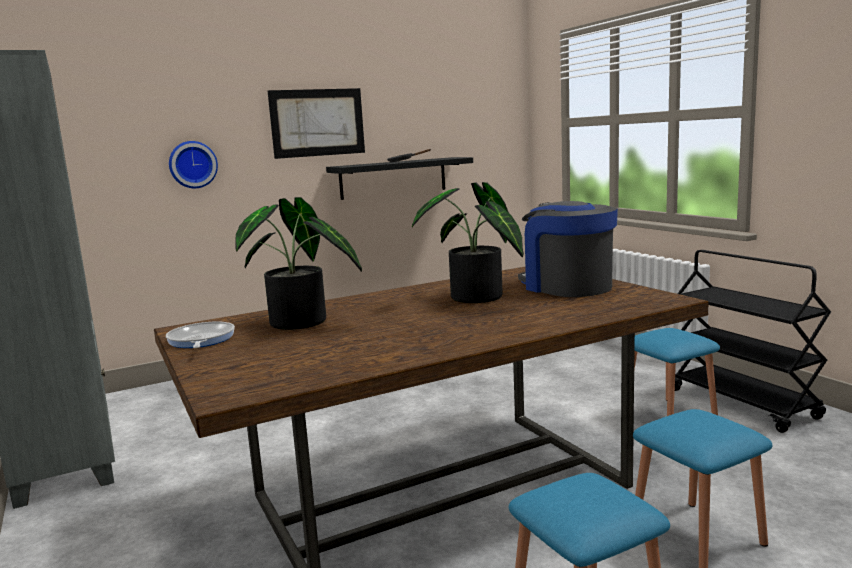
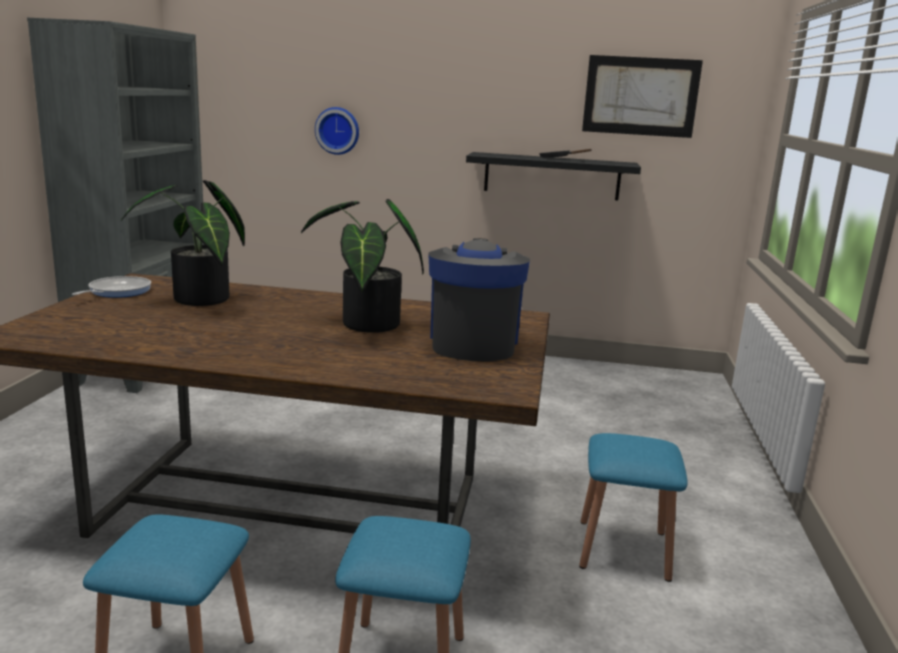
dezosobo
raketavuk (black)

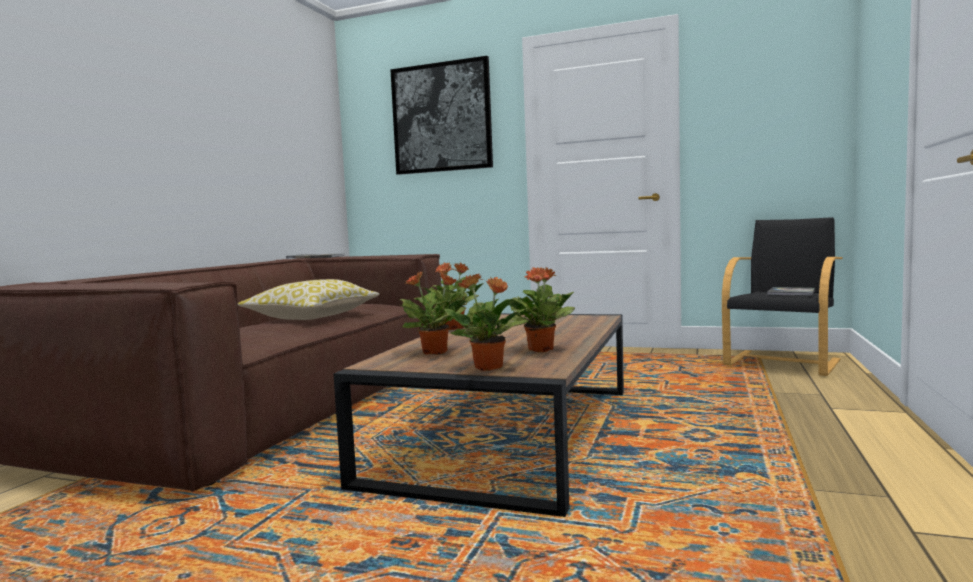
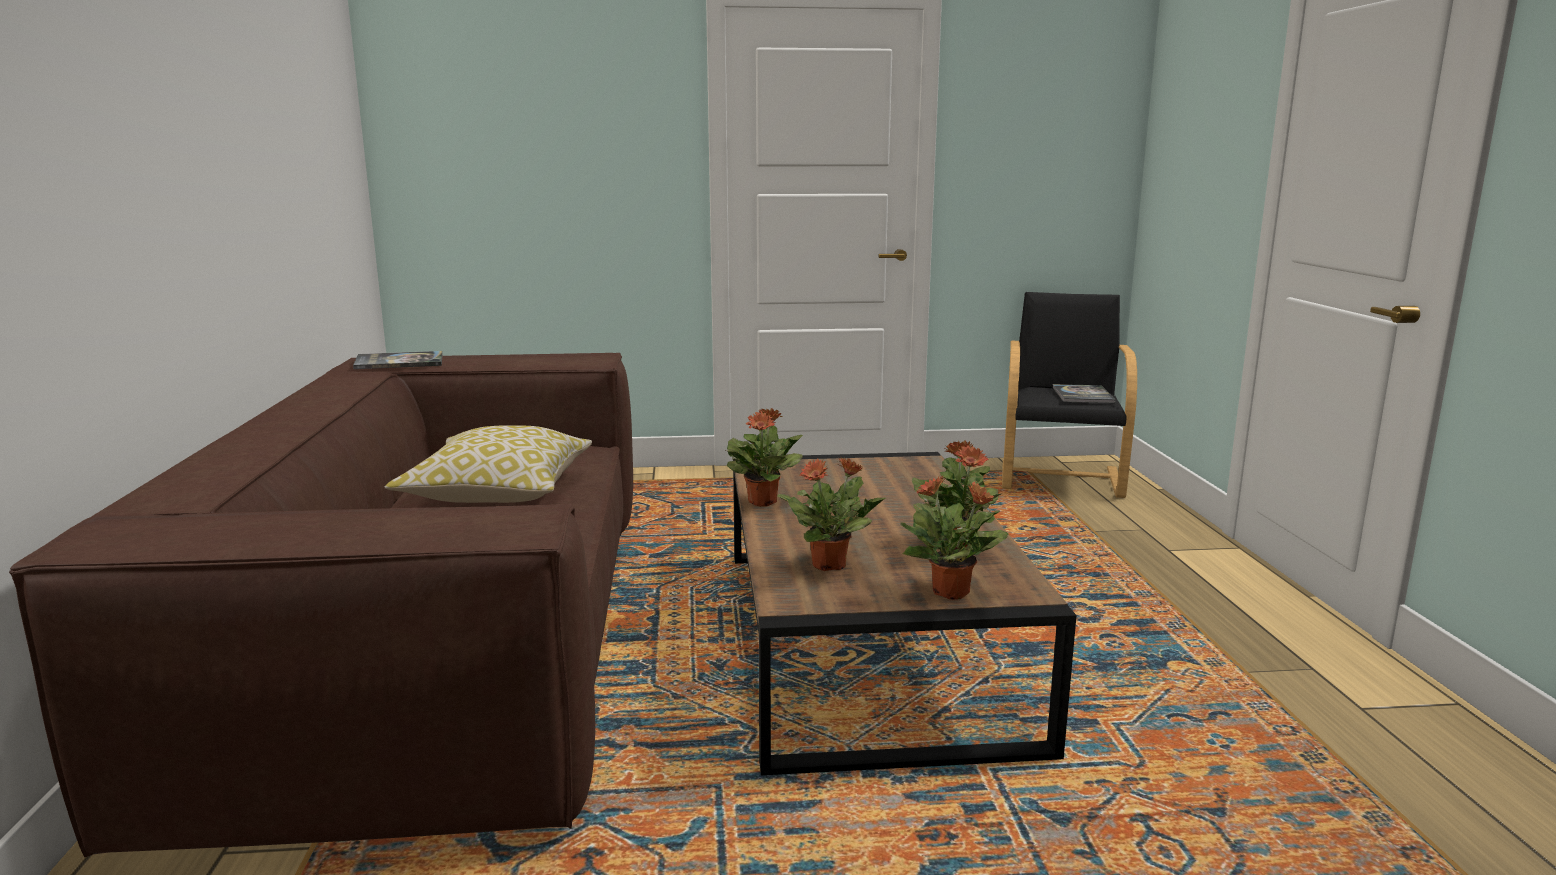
dezosobo

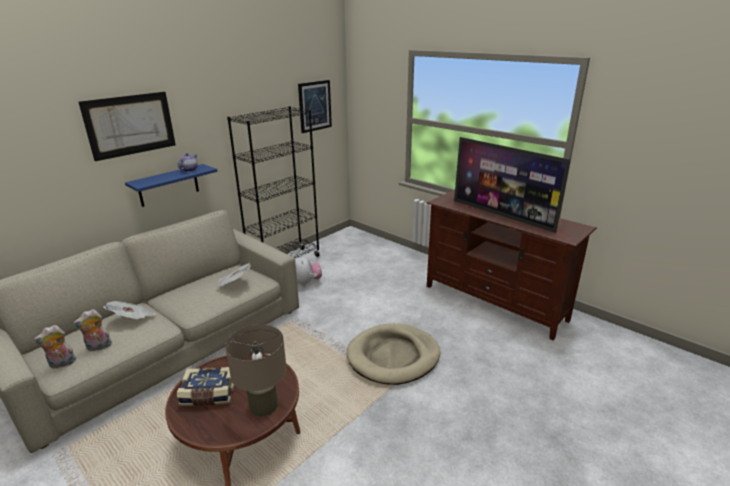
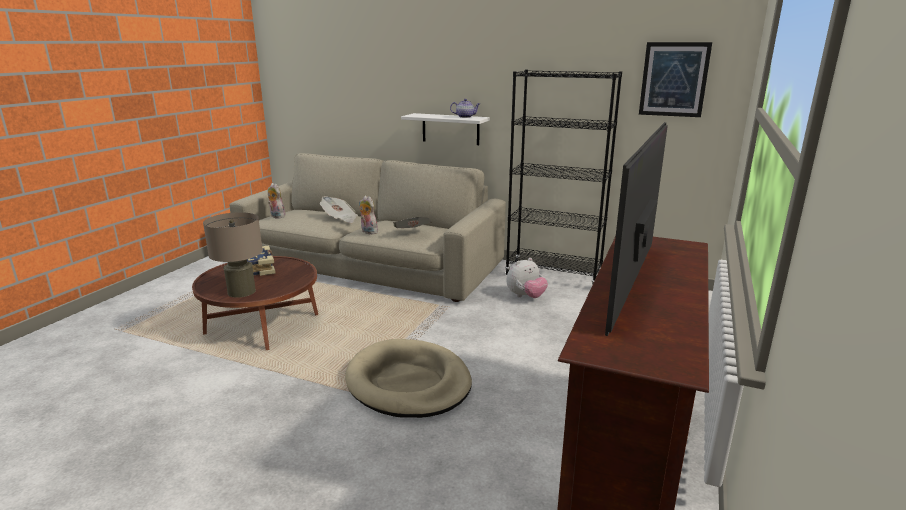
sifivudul (2nd from left)
dezosobo (1st from left in the first image)
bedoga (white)

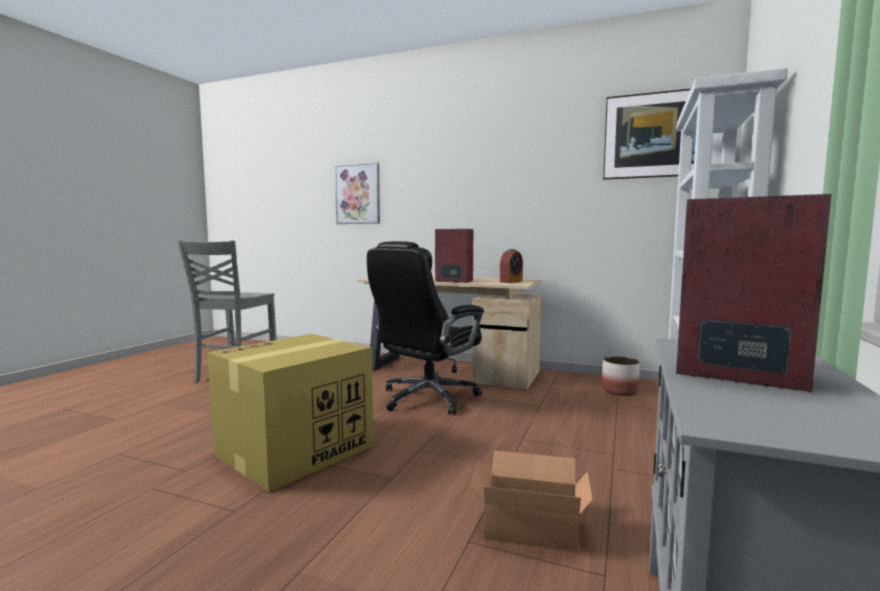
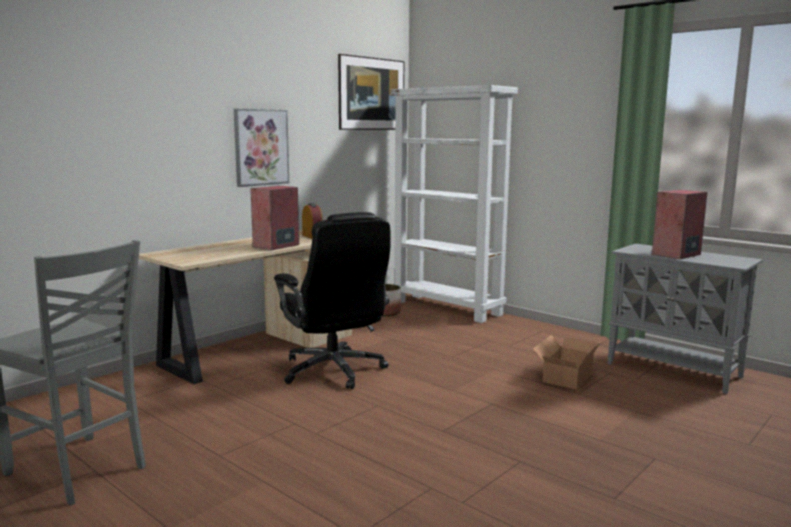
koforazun (1st from left in the first image)
dezosobo (1st from left)

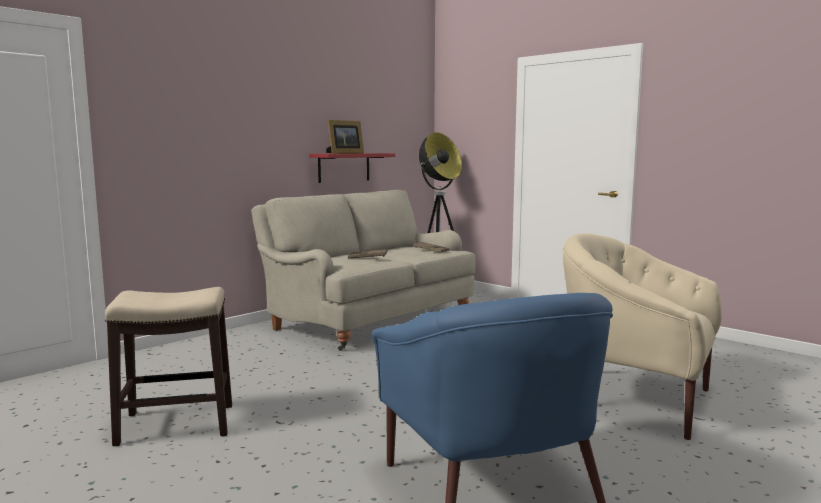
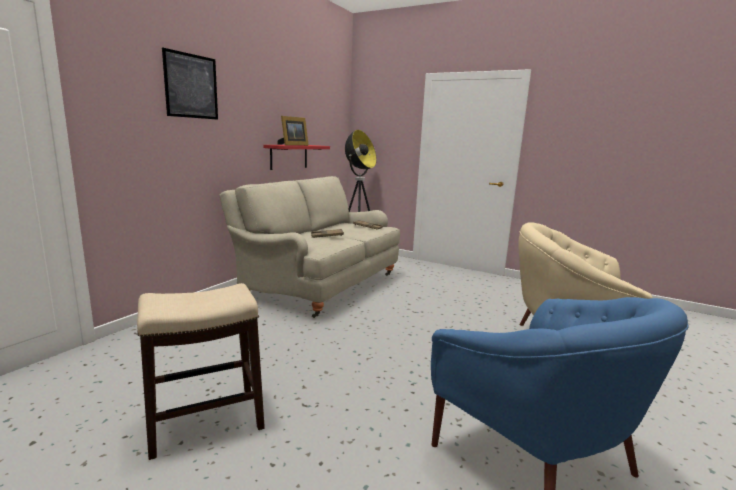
dezosobo

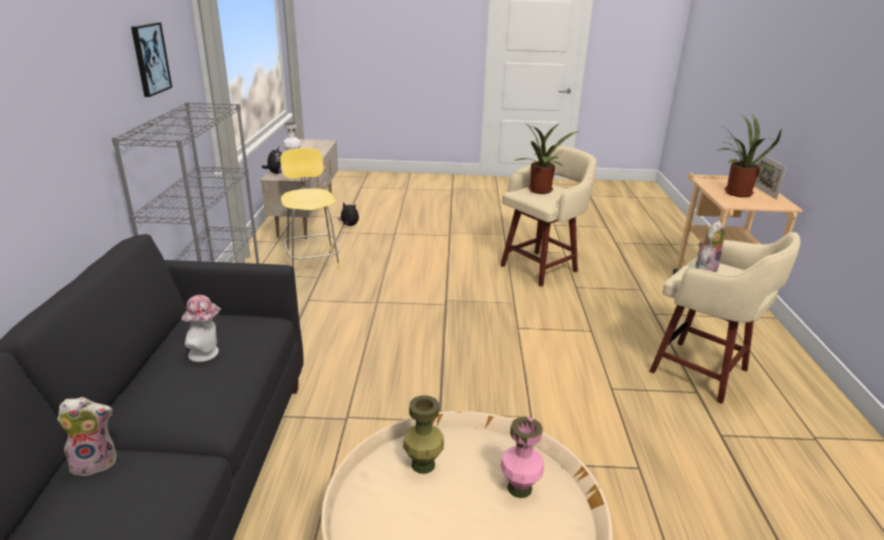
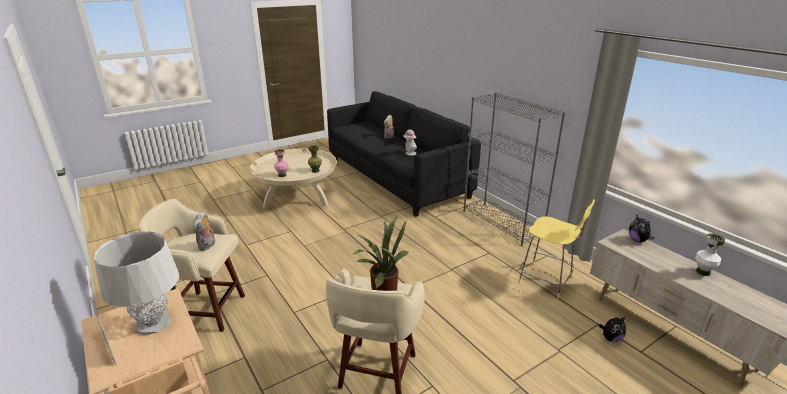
dezosobo
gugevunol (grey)

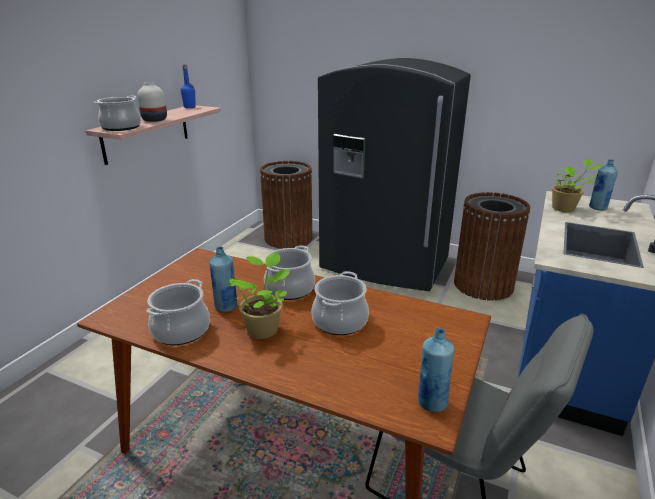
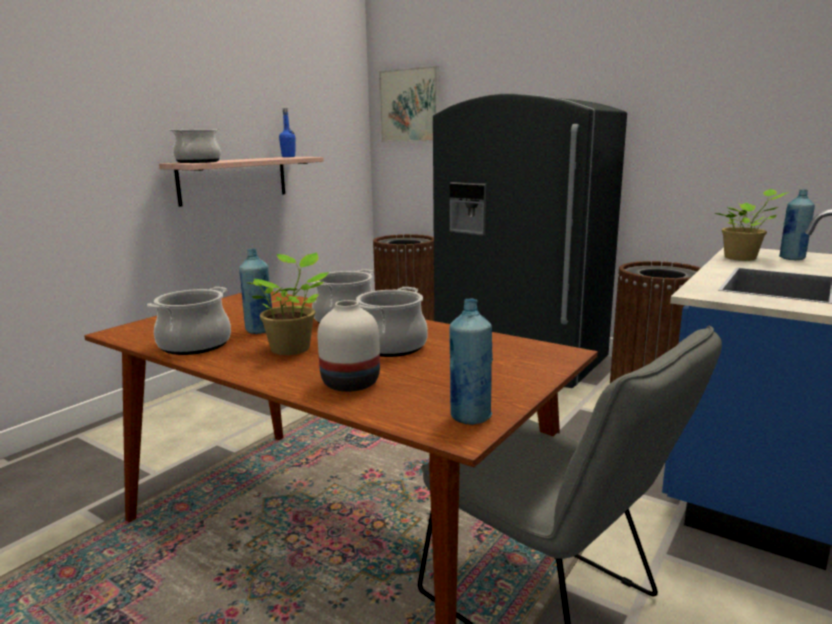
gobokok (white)
dezosobo

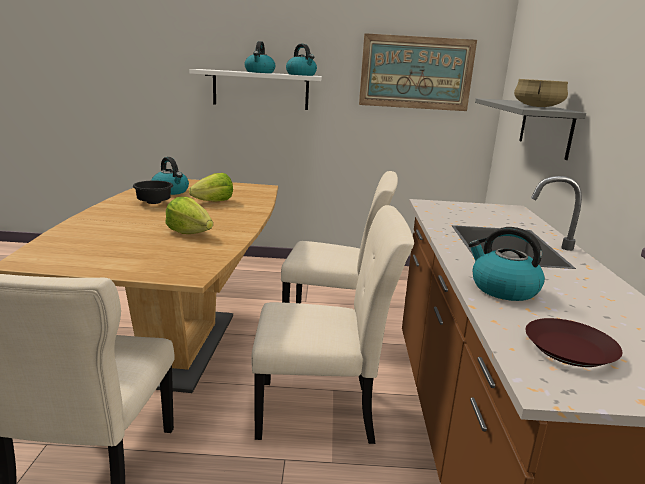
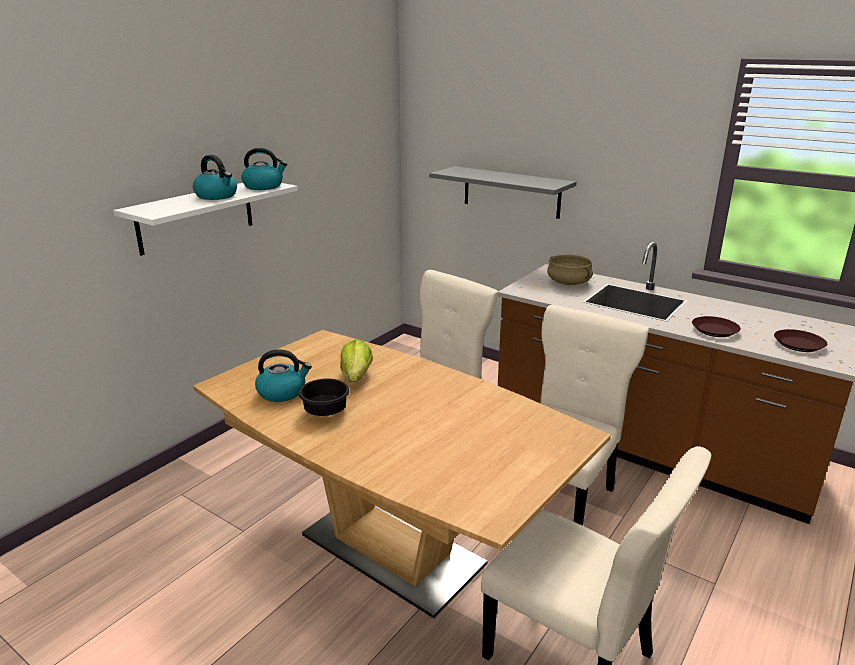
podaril (1st from left in the first image)
dezosobo
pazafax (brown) (1st from left)
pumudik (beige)

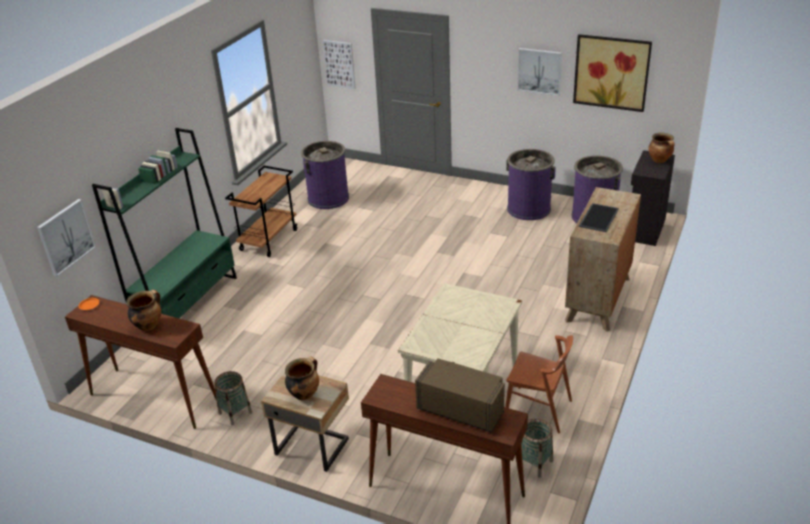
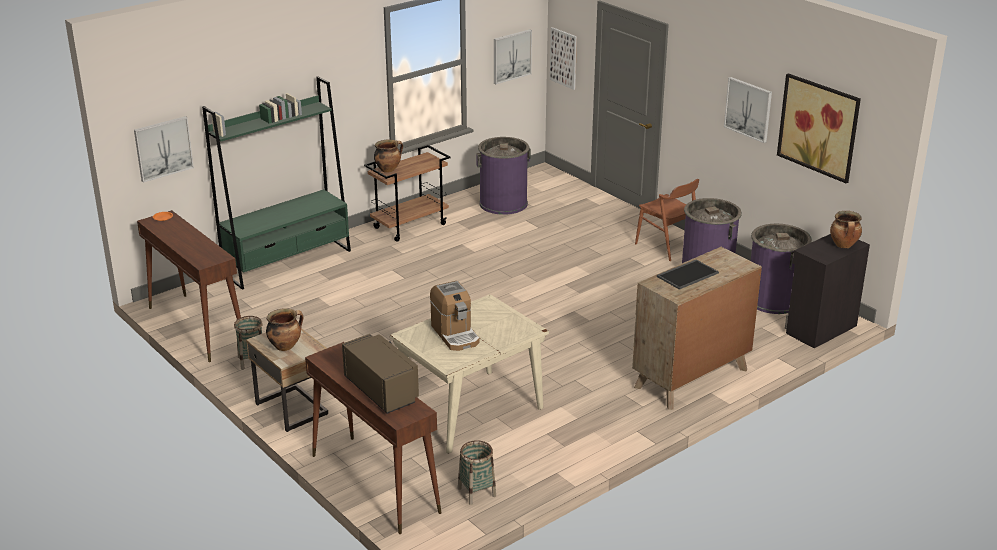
pumudik (2nd from left)
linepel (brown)
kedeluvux
dezosobo (2nd from left)

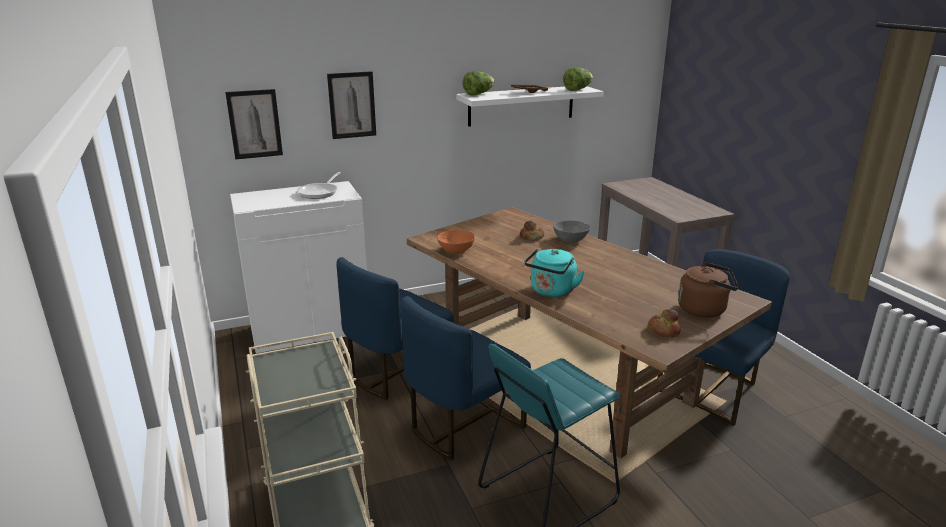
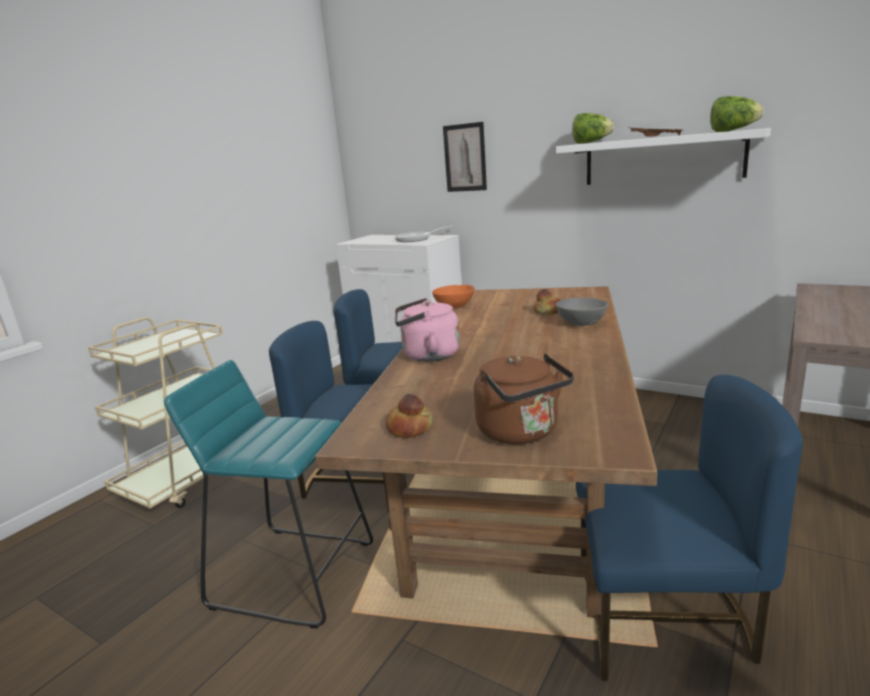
dezosobo (1st from left in the first image)
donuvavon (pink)

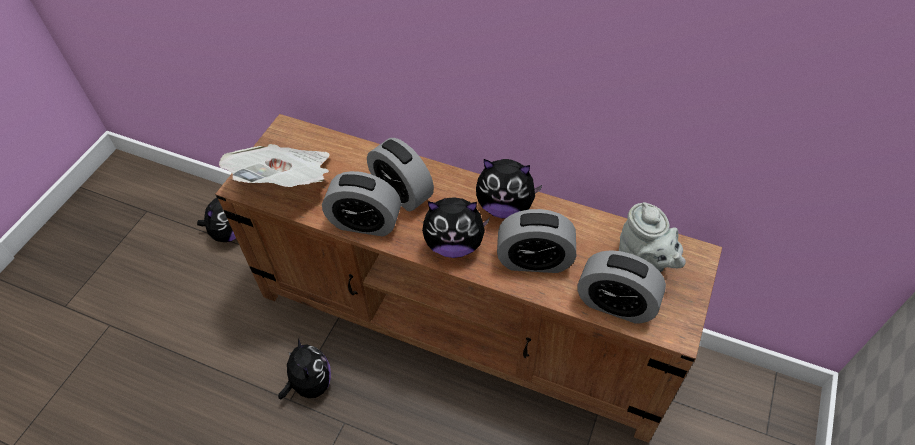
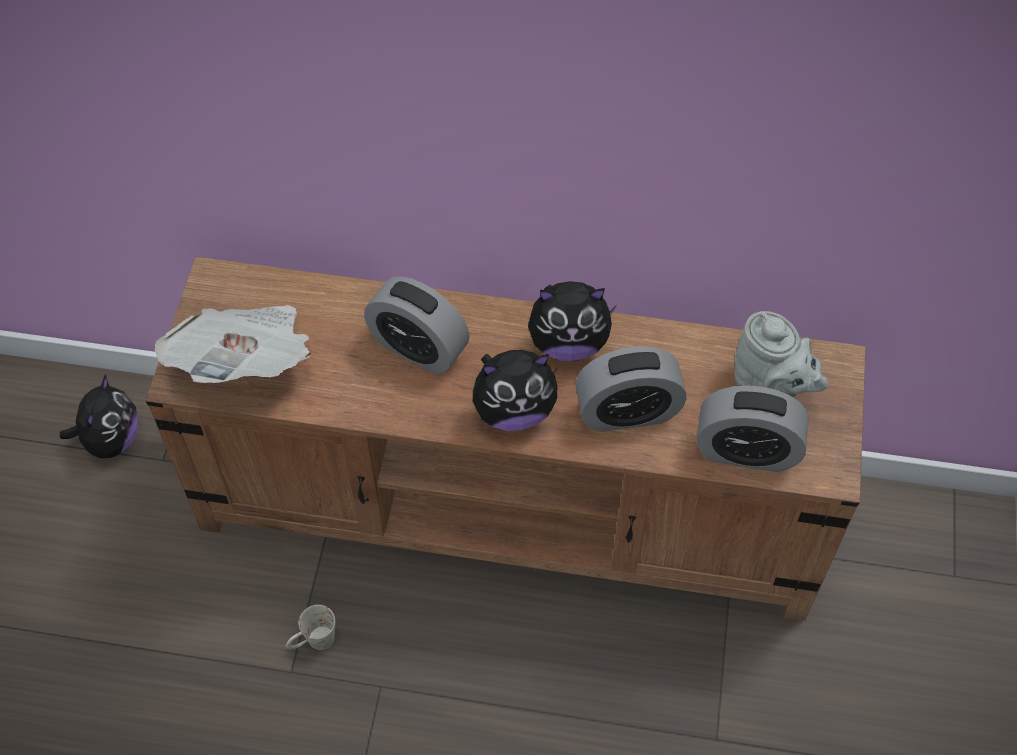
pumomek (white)
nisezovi (1st from left in the first image)

